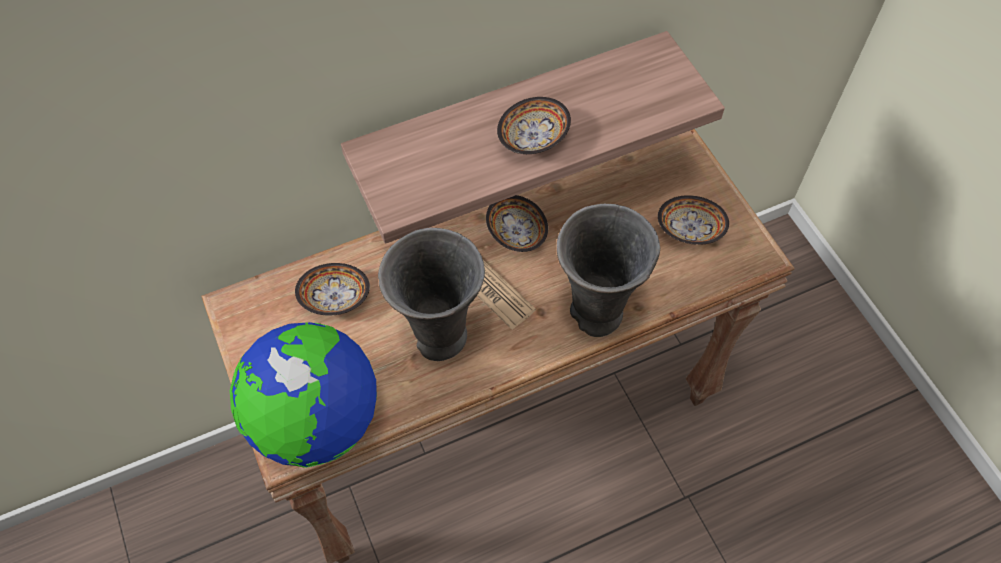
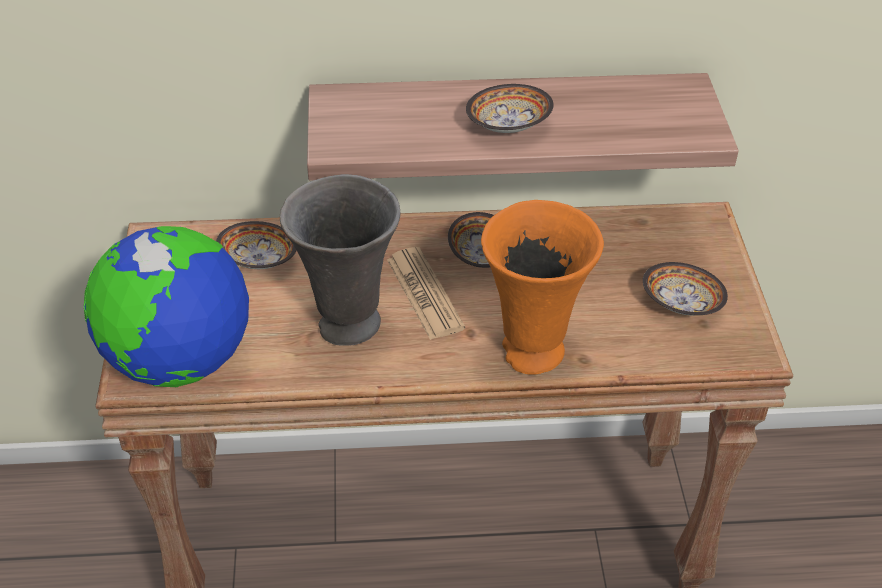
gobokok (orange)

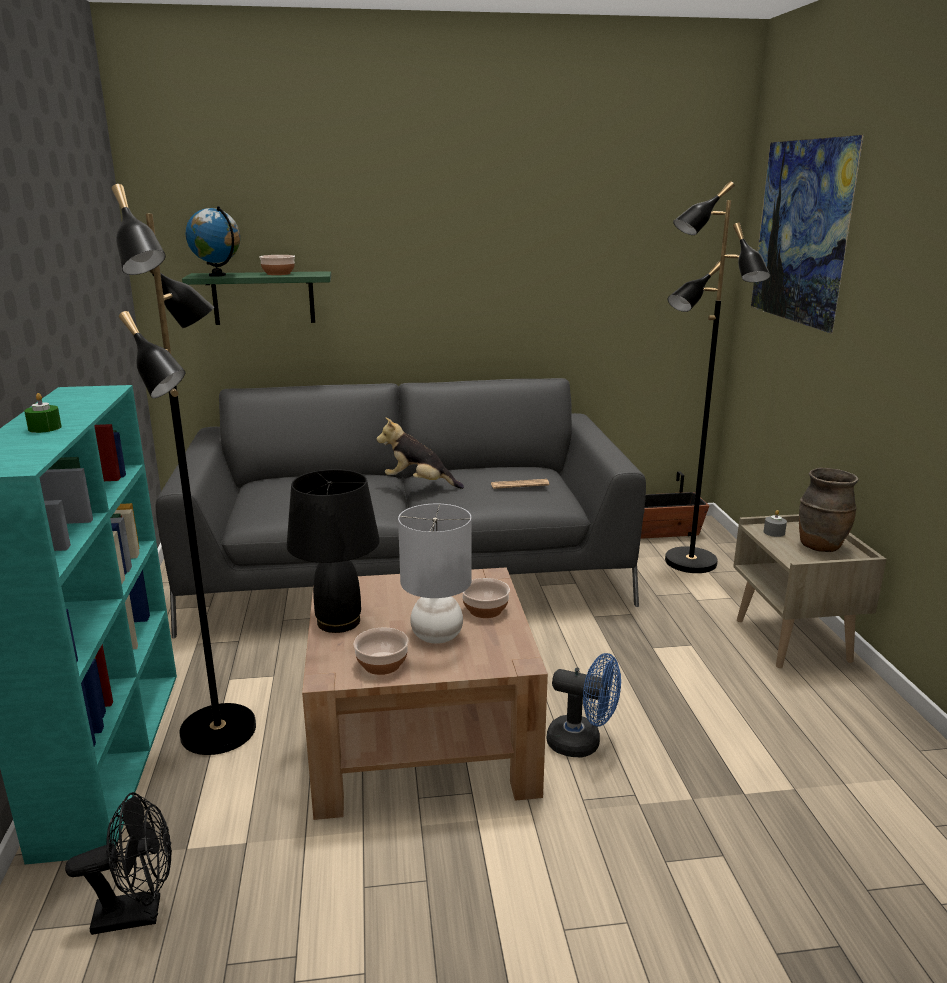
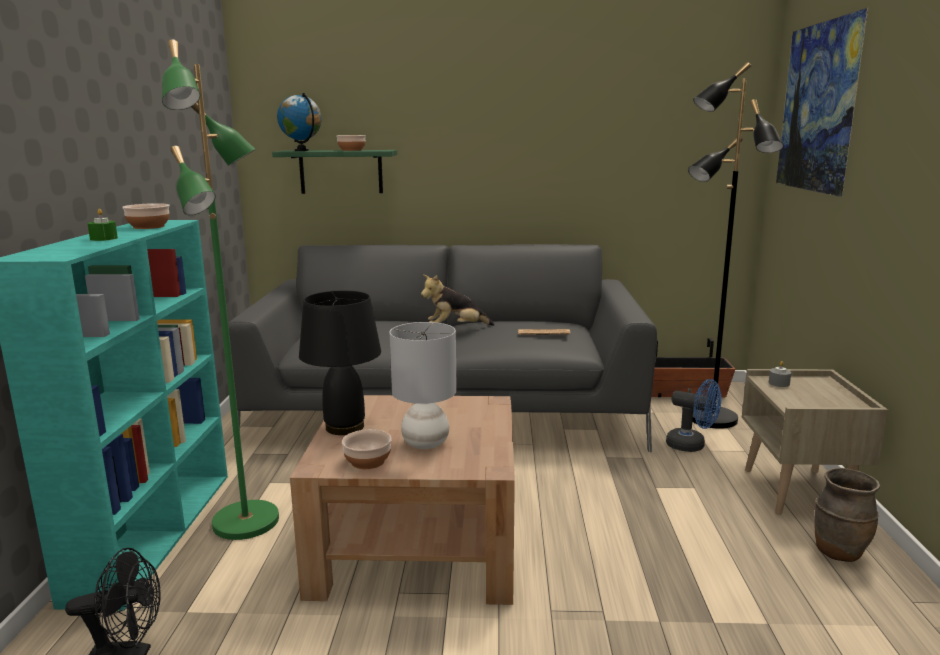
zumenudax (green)
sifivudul
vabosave (1st from left)
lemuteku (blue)
gobokok (brown)

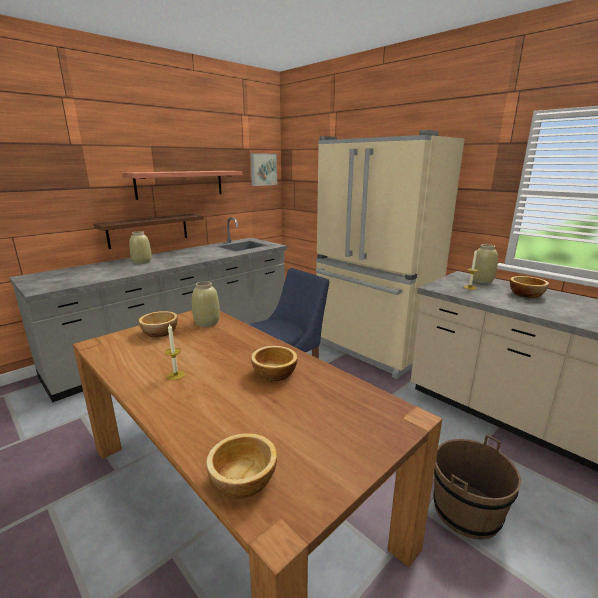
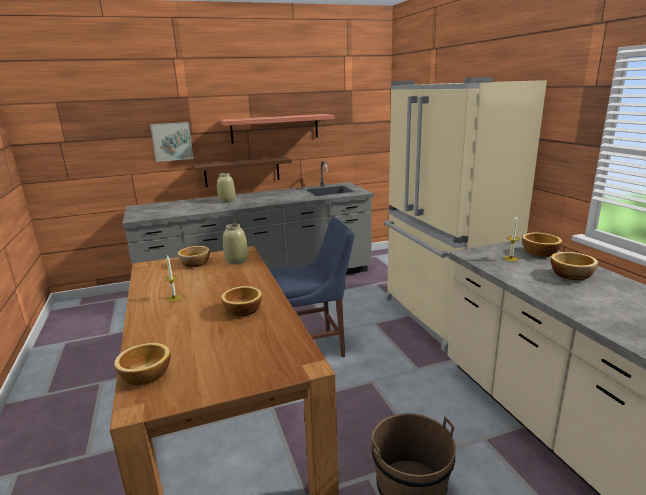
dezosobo
vabosave (4th from left)

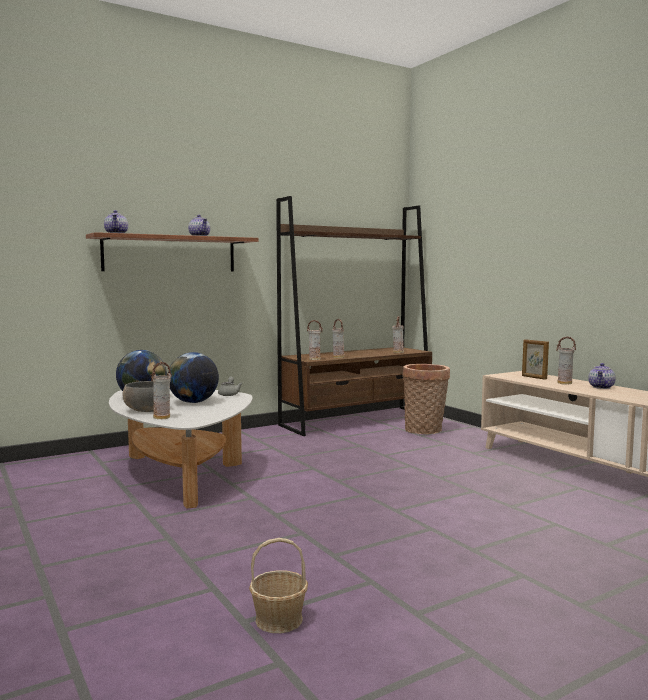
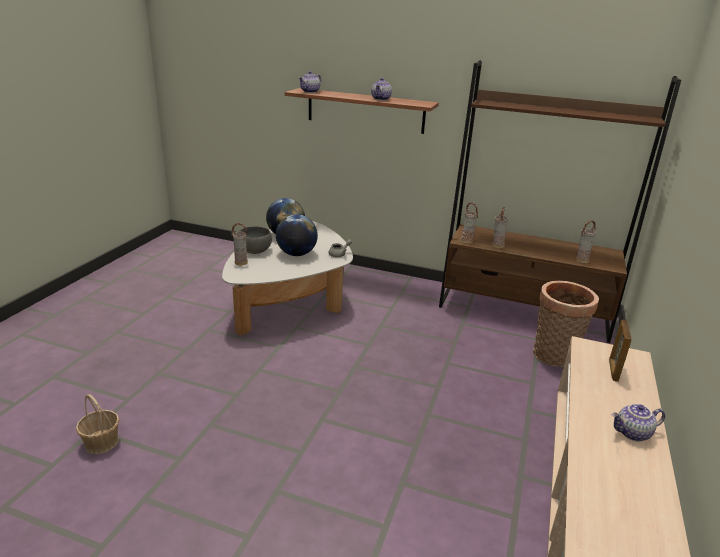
gobokok (5th from left in the first image)

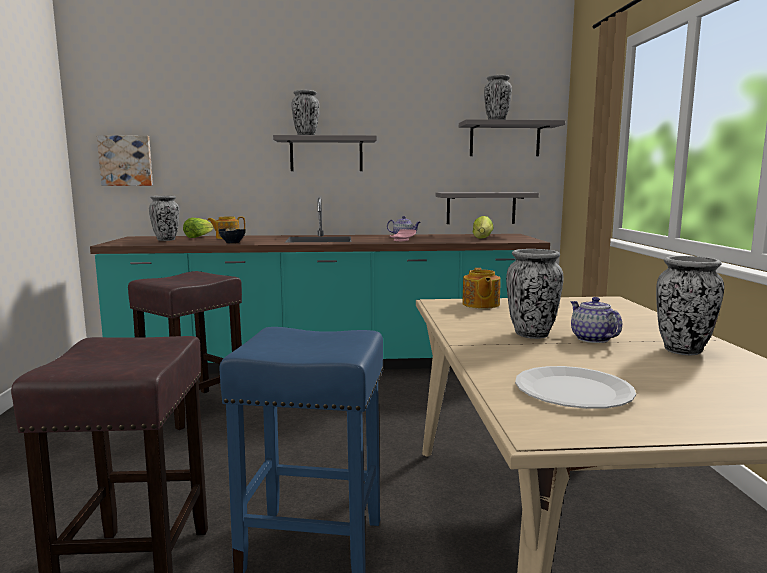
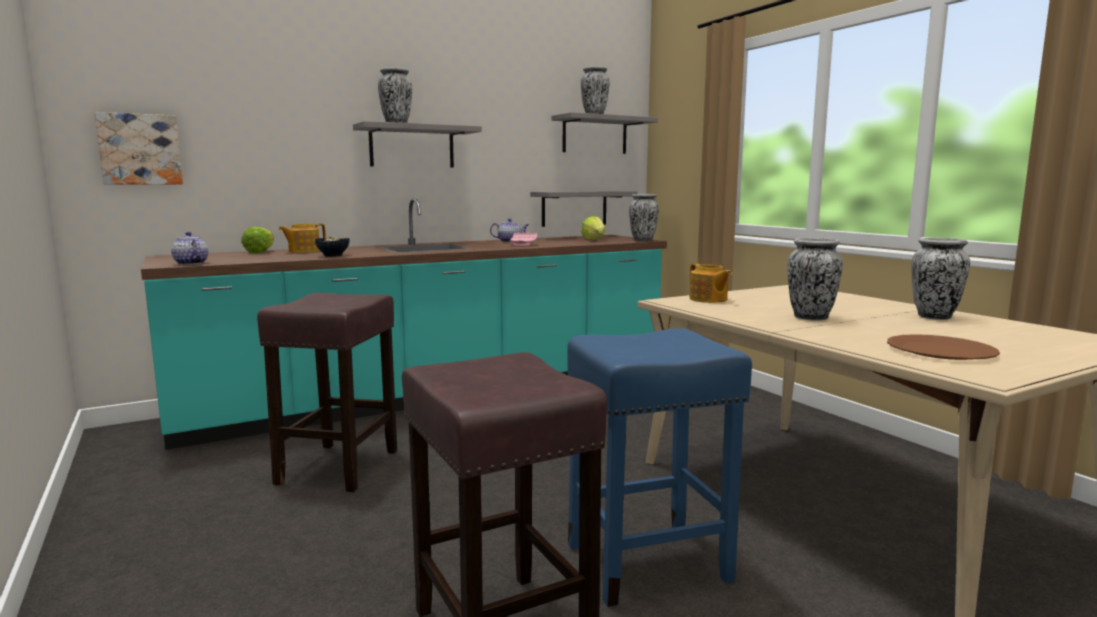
gobokok (3rd from left)
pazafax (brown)
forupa (1st from left)

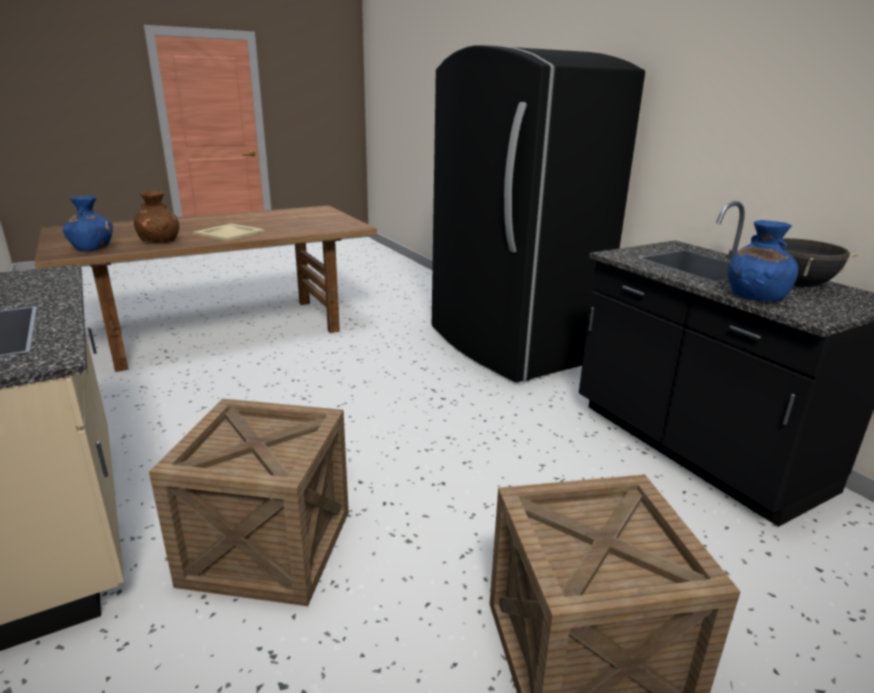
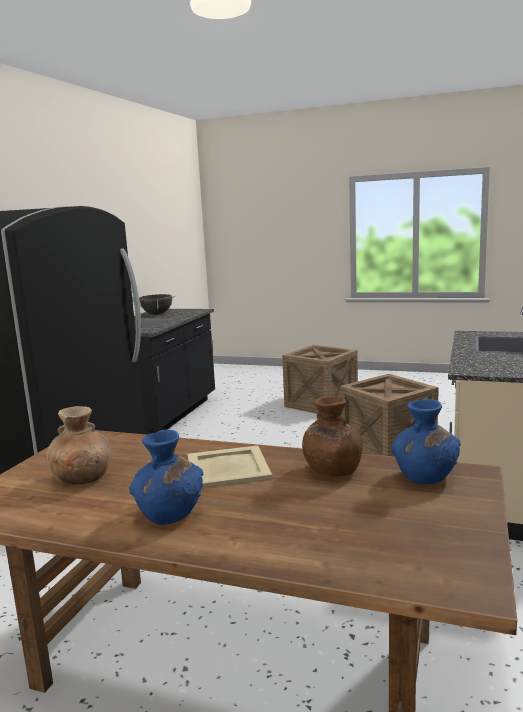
gobokok (blue) (1st from left)
gobokok (brown) (1st from left)

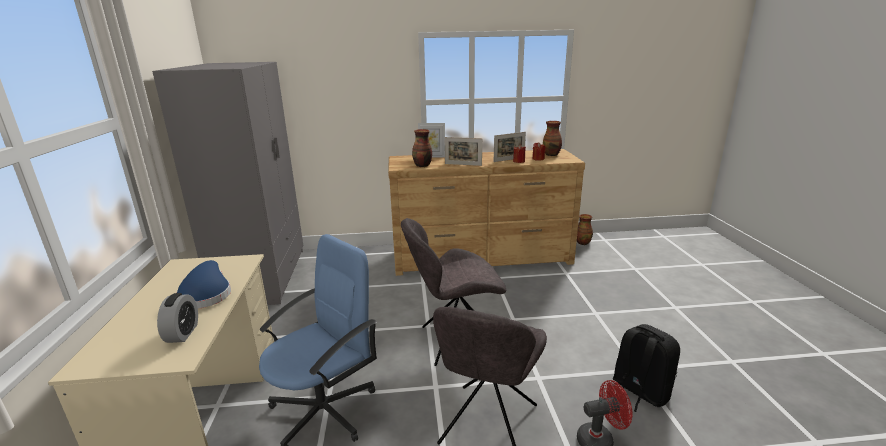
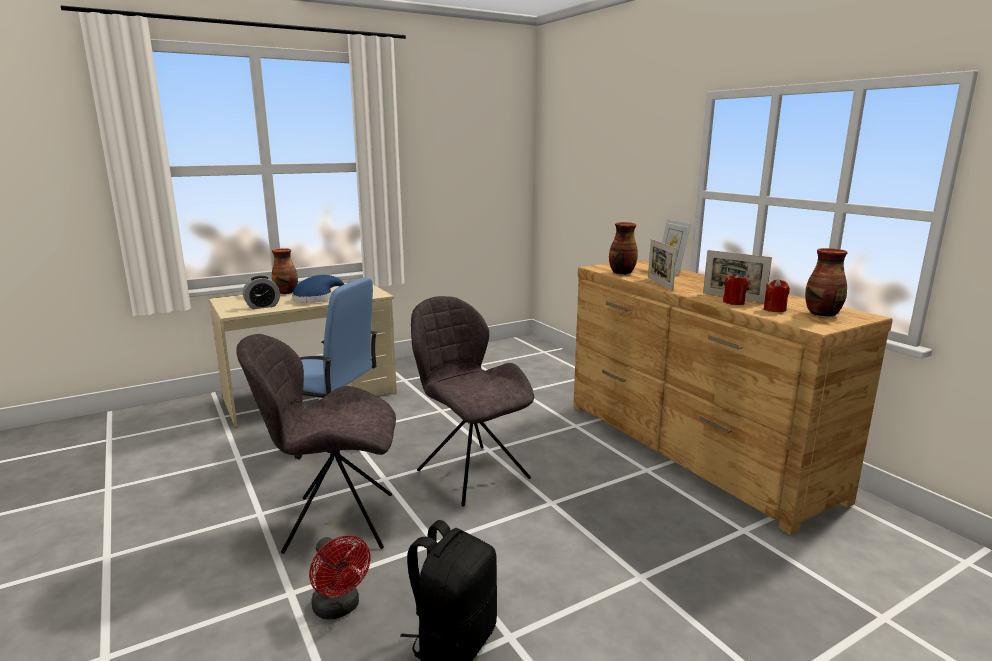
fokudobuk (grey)
gobokok (1st from left)

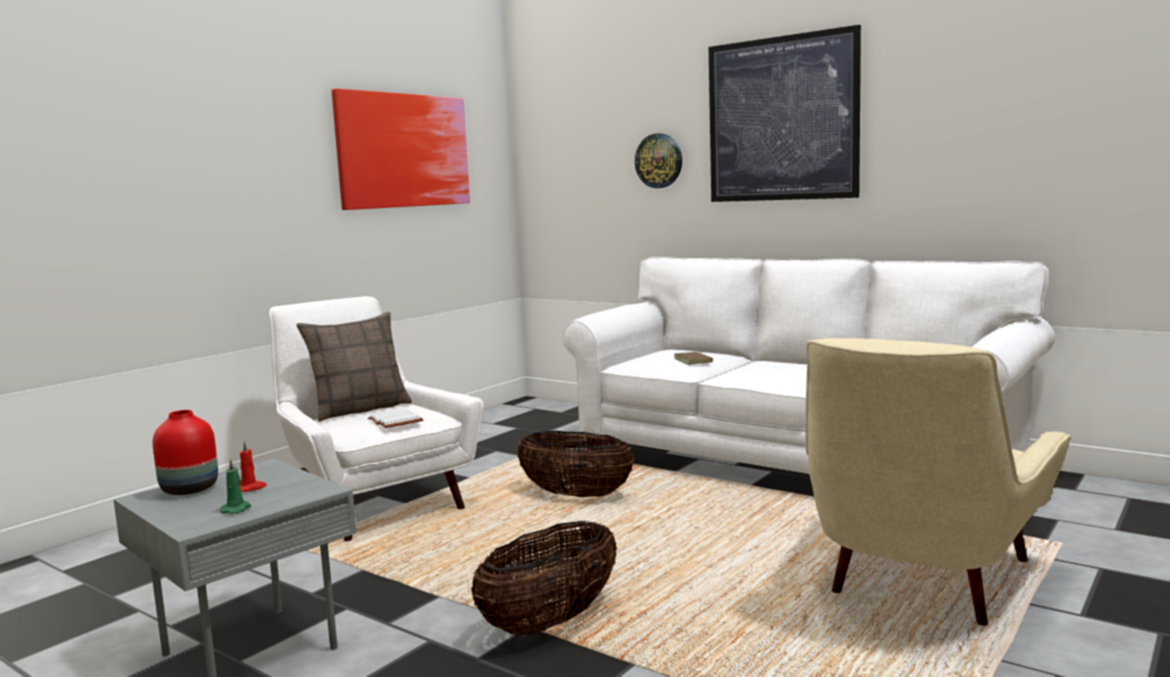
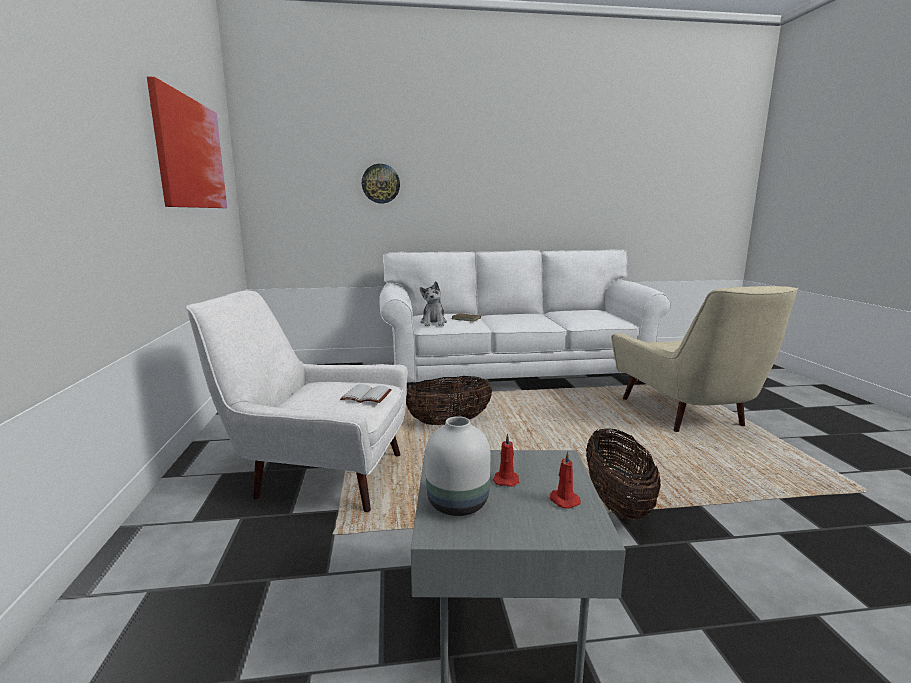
gobokok (white)
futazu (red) (2nd from left)
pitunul
dezosobo (2nd from left in the first image)
sifivudul

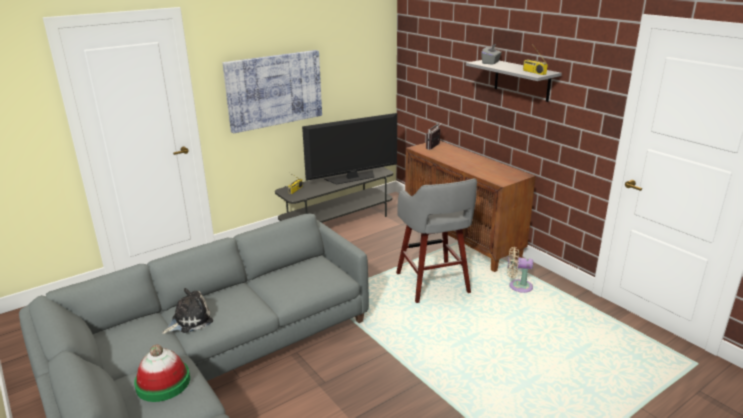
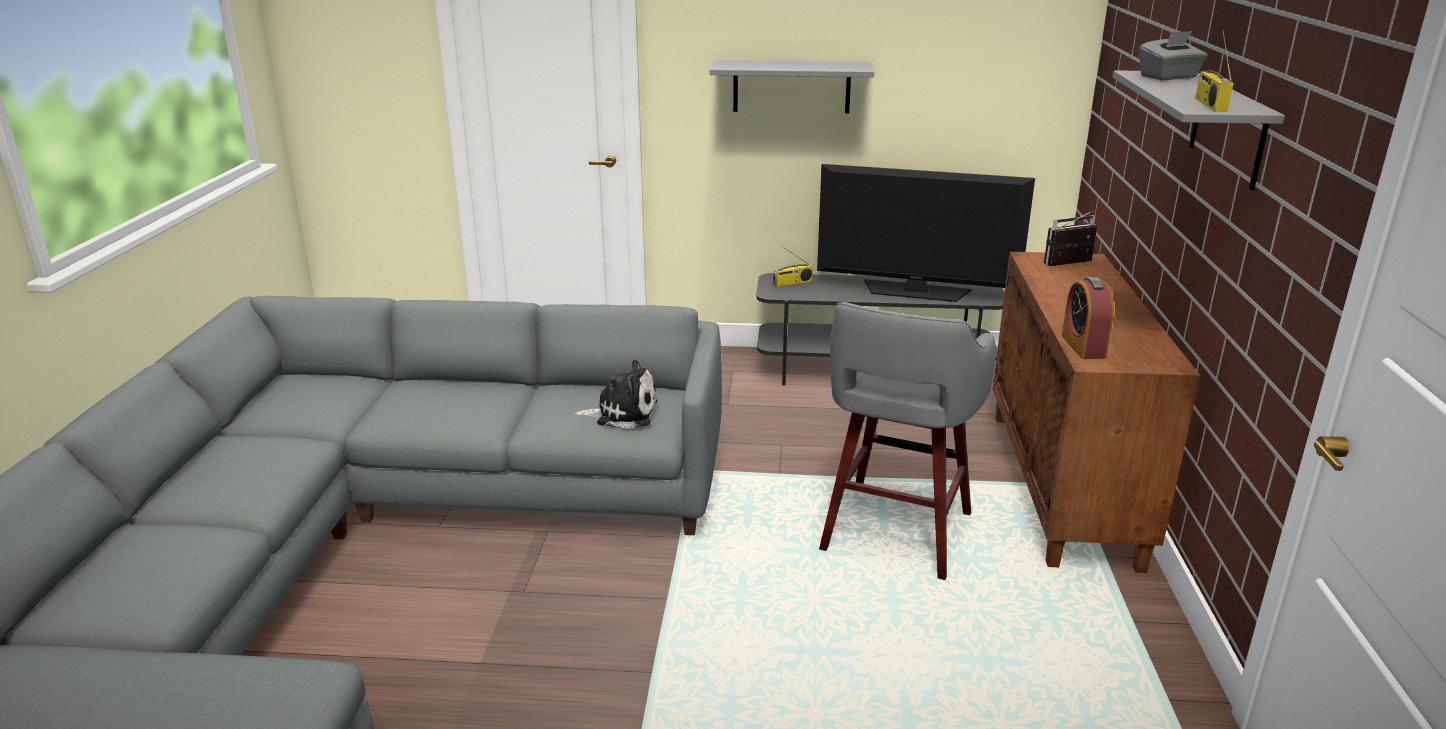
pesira
sifivudul
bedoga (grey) (1st from left)
lemuteku (beige)
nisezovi

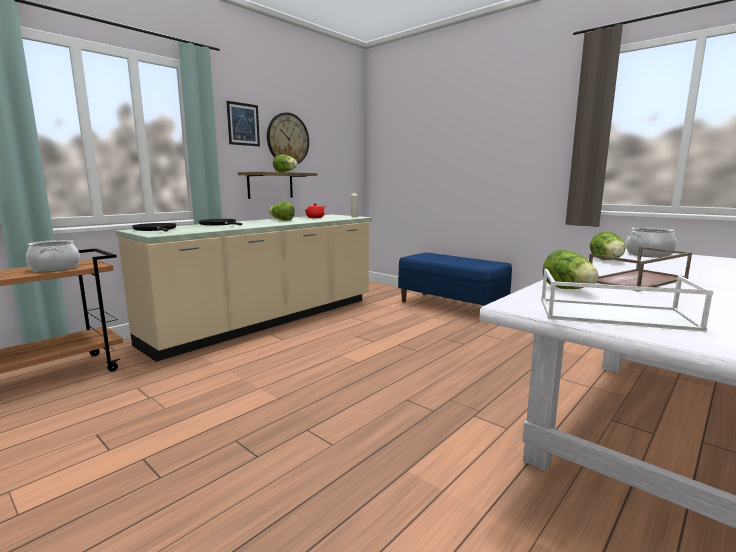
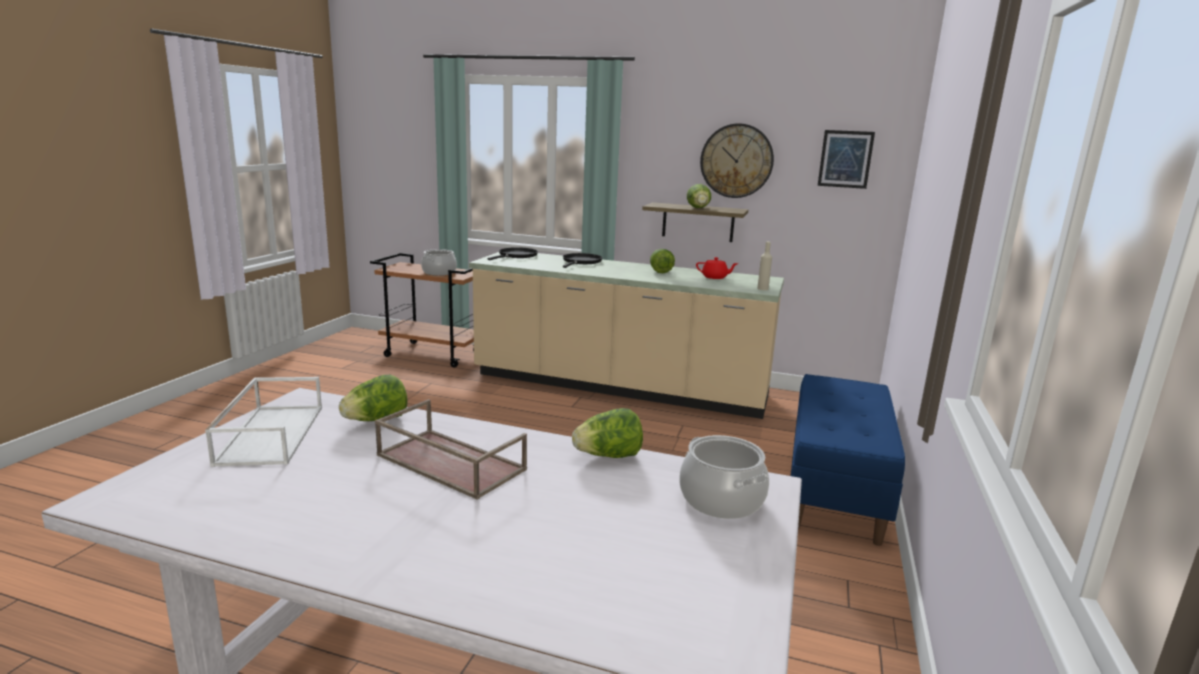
dezosobo

